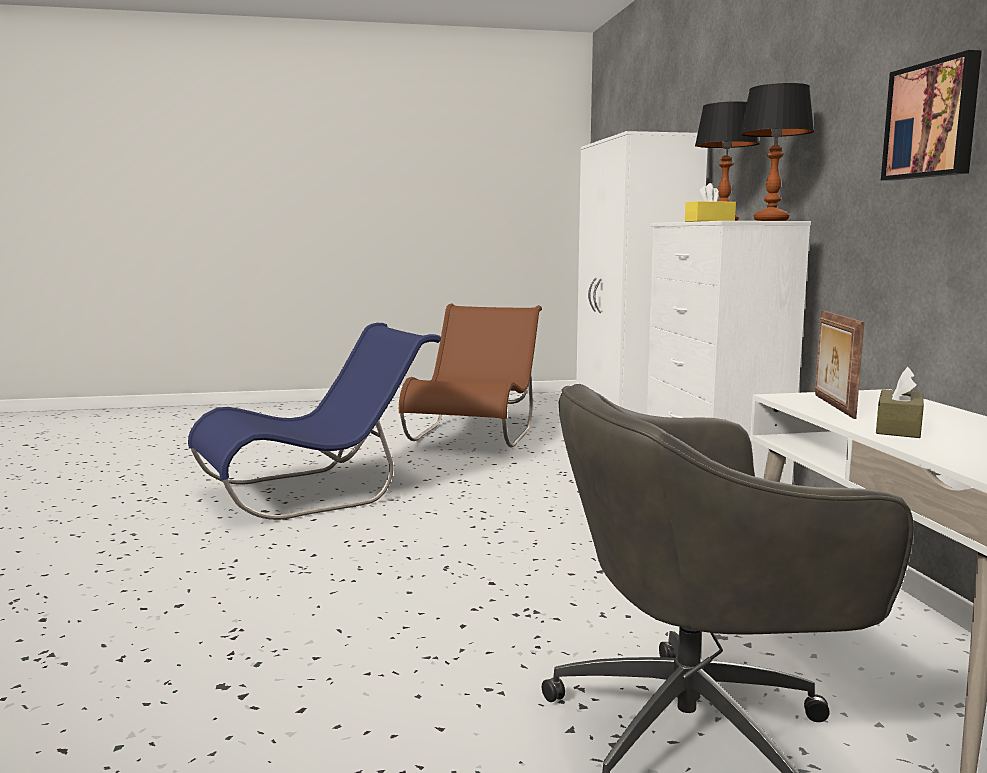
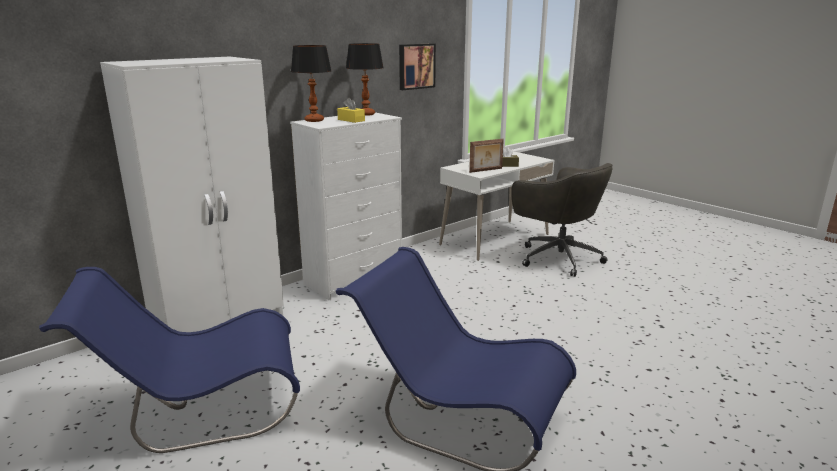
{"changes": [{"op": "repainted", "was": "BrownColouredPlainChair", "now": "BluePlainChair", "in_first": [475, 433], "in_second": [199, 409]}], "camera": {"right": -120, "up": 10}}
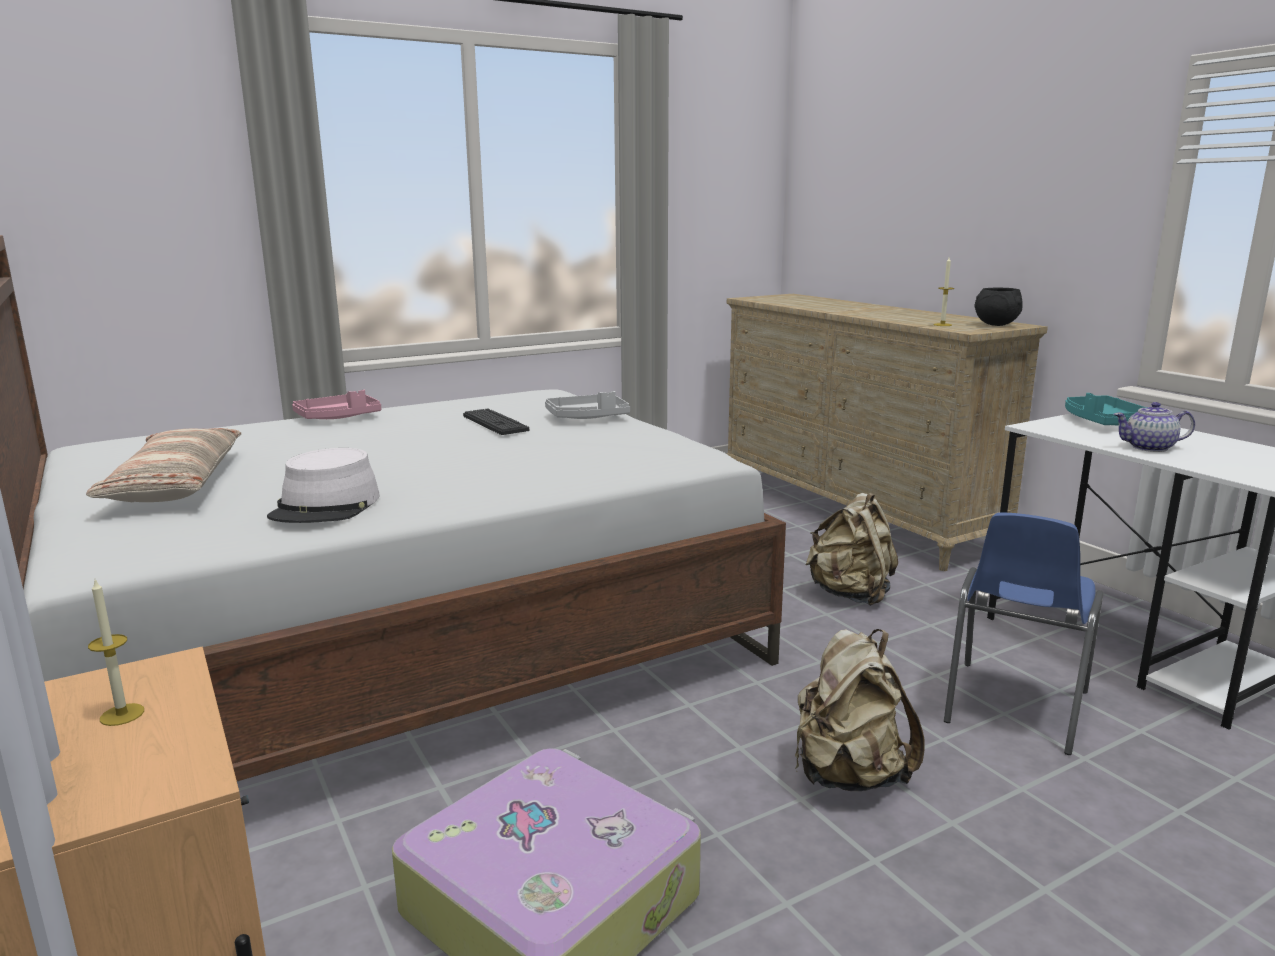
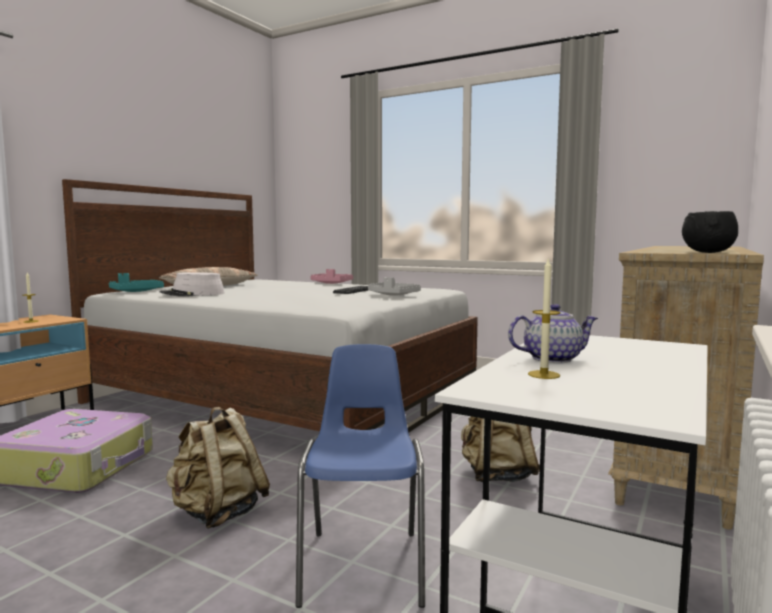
{"changes": [{"op": "shifted", "was": "TurquoiseTray", "in_first": [1104, 422], "in_second": [136, 291]}, {"op": "rotated", "was": "BluePlainChair", "in_first": [1013, 708], "in_second": [364, 565], "clockwise": 90}, {"op": "rotated", "was": "TeaPot", "in_first": [1149, 448], "in_second": [552, 359], "clockwise": 105}, {"op": "shifted", "was": "WaxCandle", "in_first": [942, 325], "in_second": [544, 375]}], "camera": {"right": 60, "up": -10}}
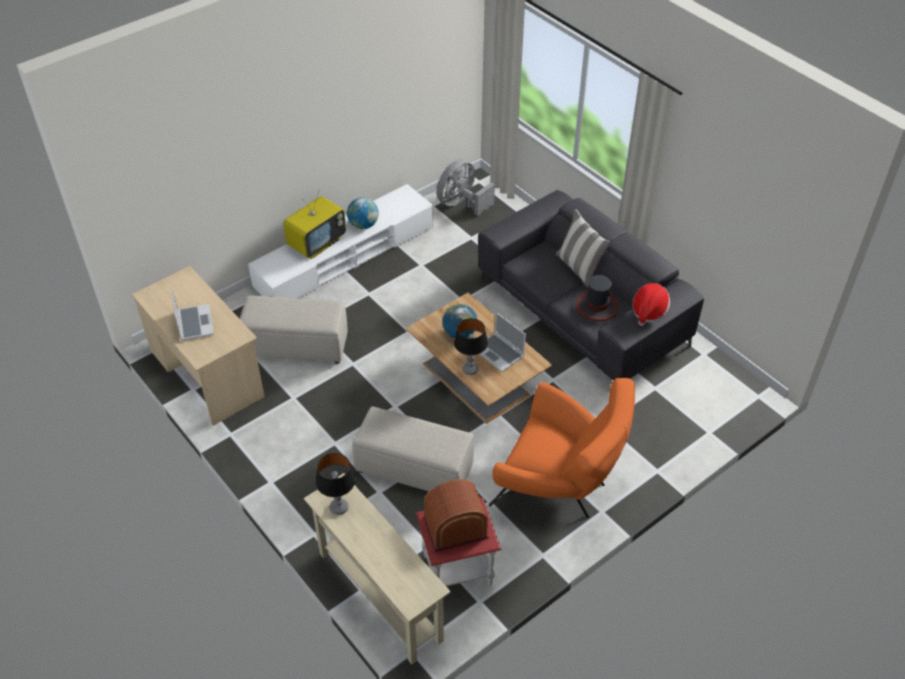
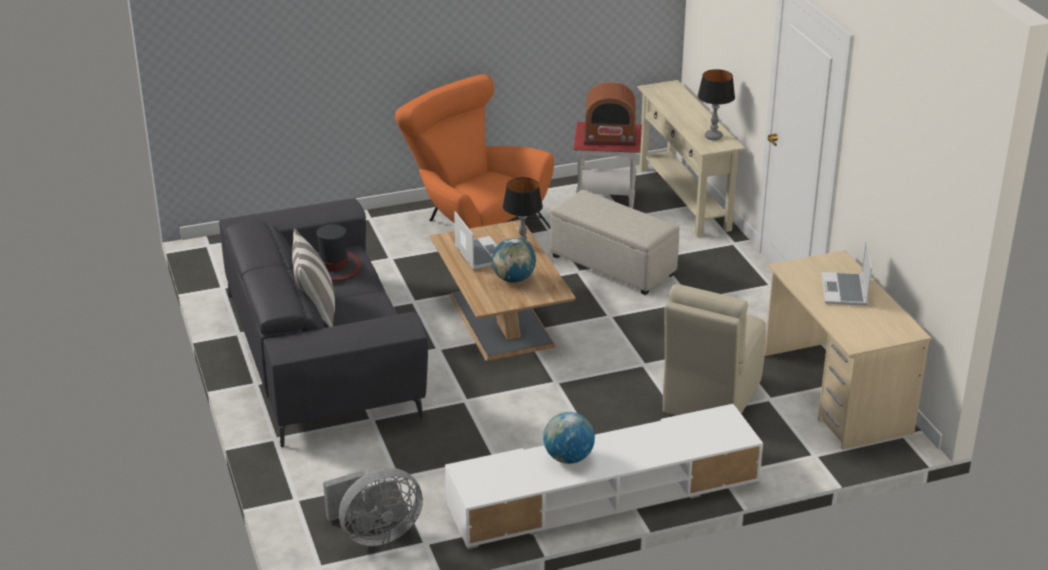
{"changes": [{"op": "swapped", "was": "BeigeColouredFootrest", "now": "BeigeColouredPlainChair", "in_first": [297, 345], "in_second": [710, 398]}, {"op": "gone", "was": "TvSet", "in_first": [317, 243]}, {"op": "gone", "was": "ClothingHat", "in_first": [648, 311]}], "camera": {"right": -160, "up": -15}}
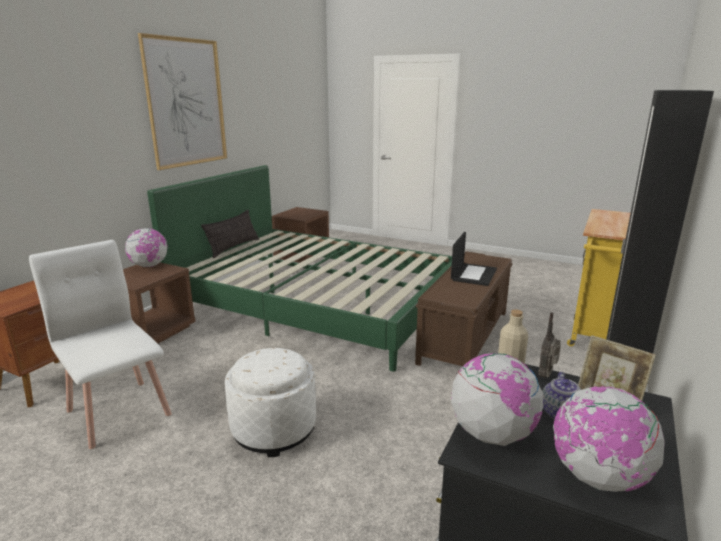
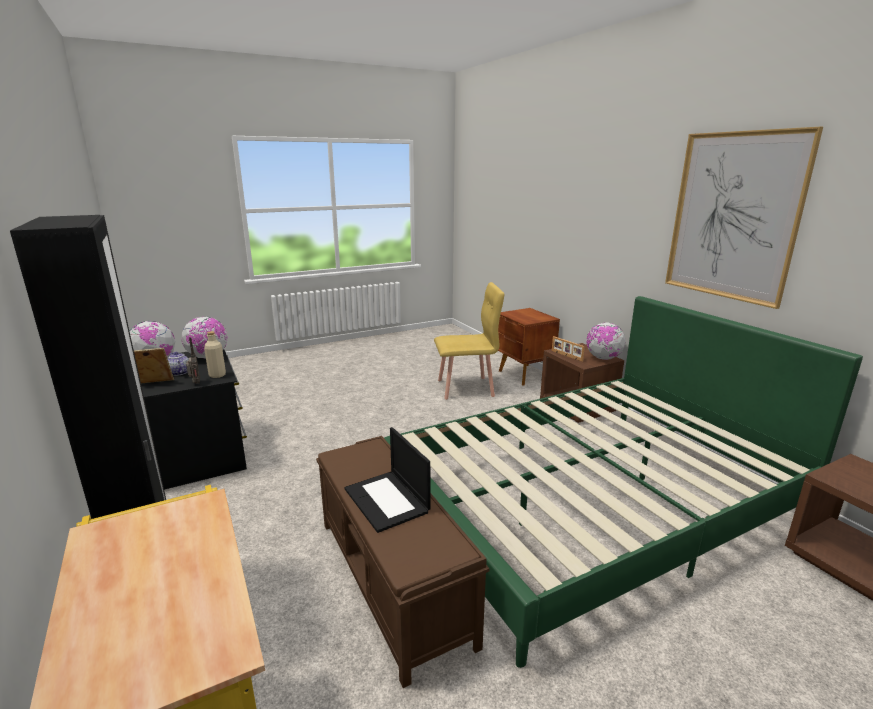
{"changes": [{"op": "repainted", "was": "WhitePlainChair", "now": "YellowishPlainChair", "in_first": [119, 411], "in_second": [466, 388]}, {"op": "new", "now": "PictureFrame", "in_second": [566, 356]}, {"op": "gone", "was": "ThrowPillow", "in_first": [233, 247]}, {"op": "gone", "was": "WhiteFootrest", "in_first": [273, 429]}], "camera": {"right": 125, "up": 0}}
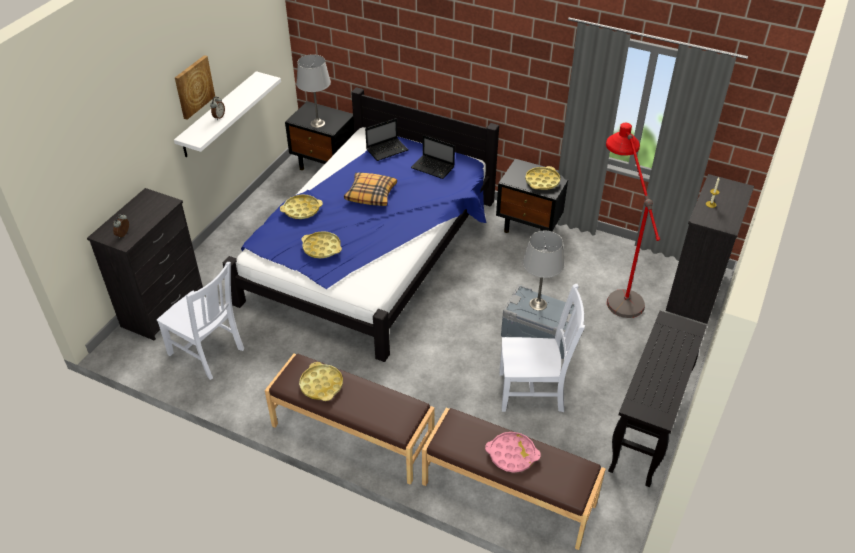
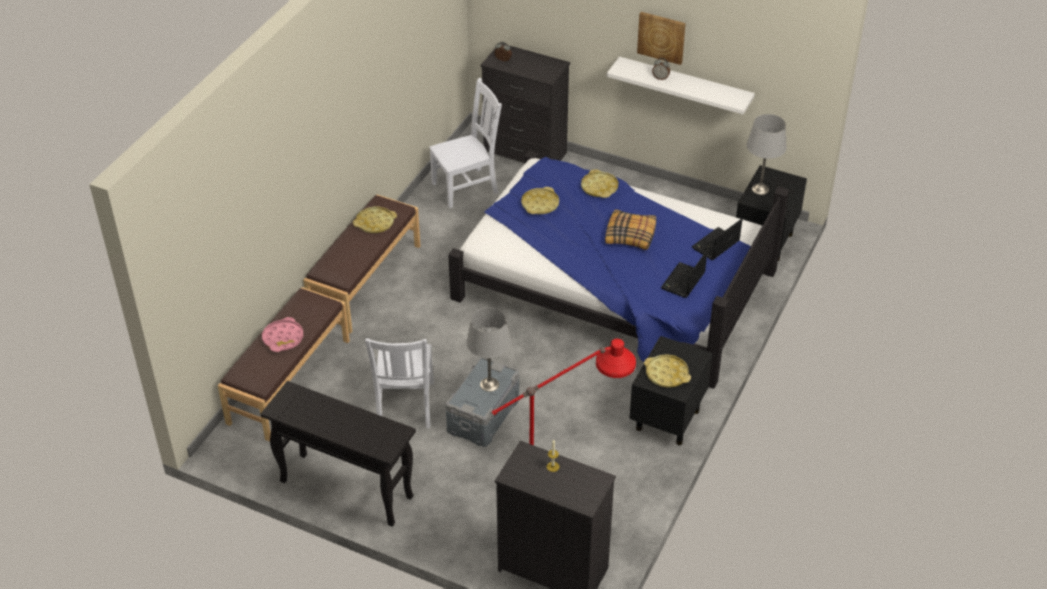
{"changes": [{"op": "rotated", "was": "WhitePlainChair", "in_first": [208, 353], "in_second": [467, 187], "clockwise": -150}, {"op": "rotated", "was": "NotebookComputer", "in_first": [388, 150], "in_second": [715, 245], "clockwise": 75}], "camera": {"right": 90, "up": 0}}
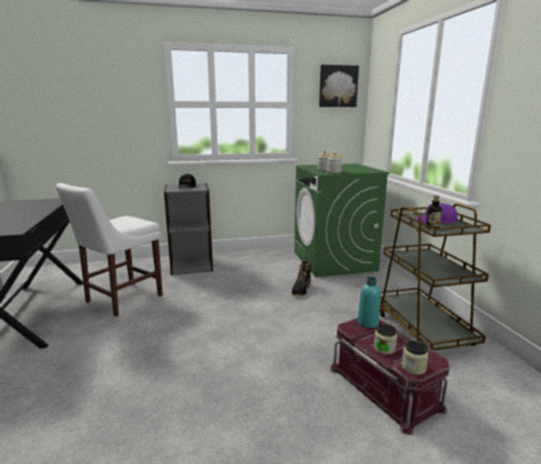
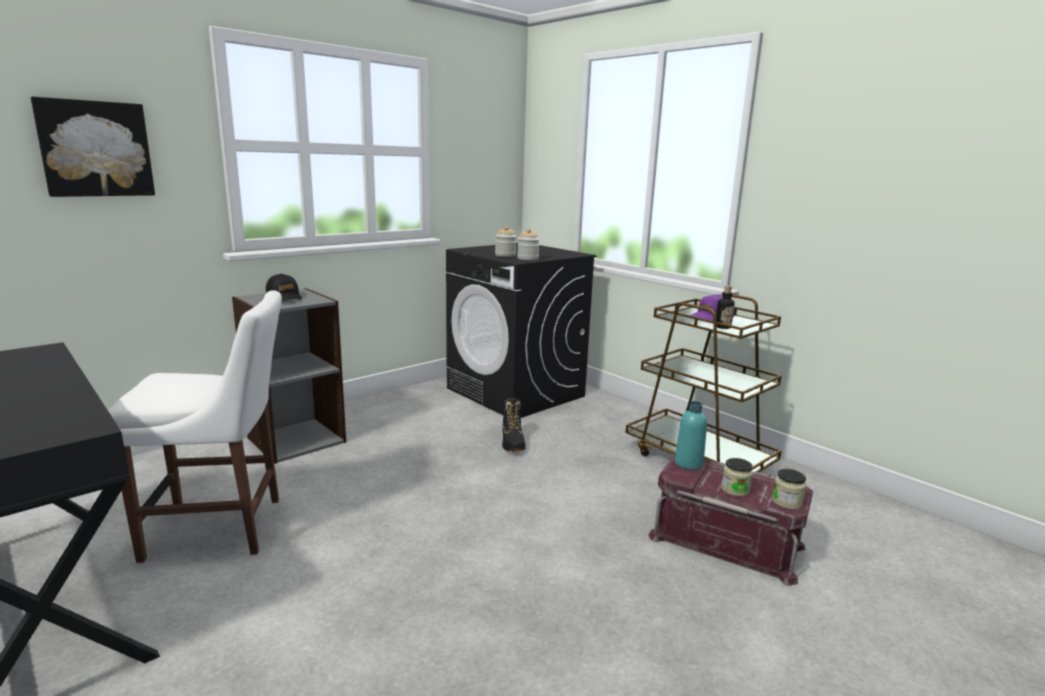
{"changes": [{"op": "shifted", "was": "WallPicture", "in_first": [338, 86], "in_second": [95, 149]}, {"op": "rotated", "was": "WhitePlainChair", "in_first": [121, 299], "in_second": [221, 528], "clockwise": -105}, {"op": "repainted", "was": "GreenishWashingMachine", "now": "BlackColouredWashingMachine", "in_first": [334, 261], "in_second": [516, 392]}], "camera": {"right": -30, "up": 0}}
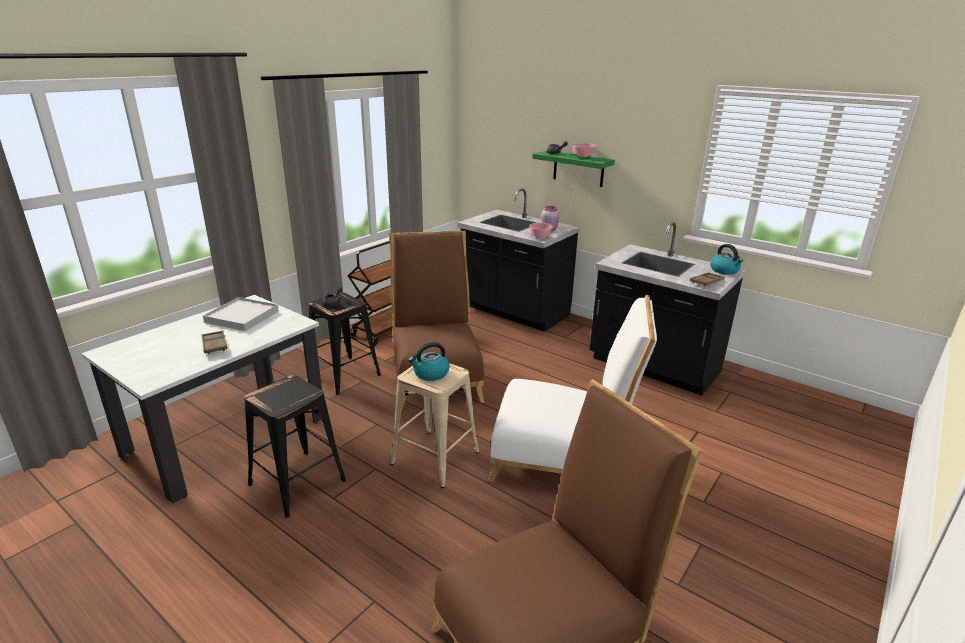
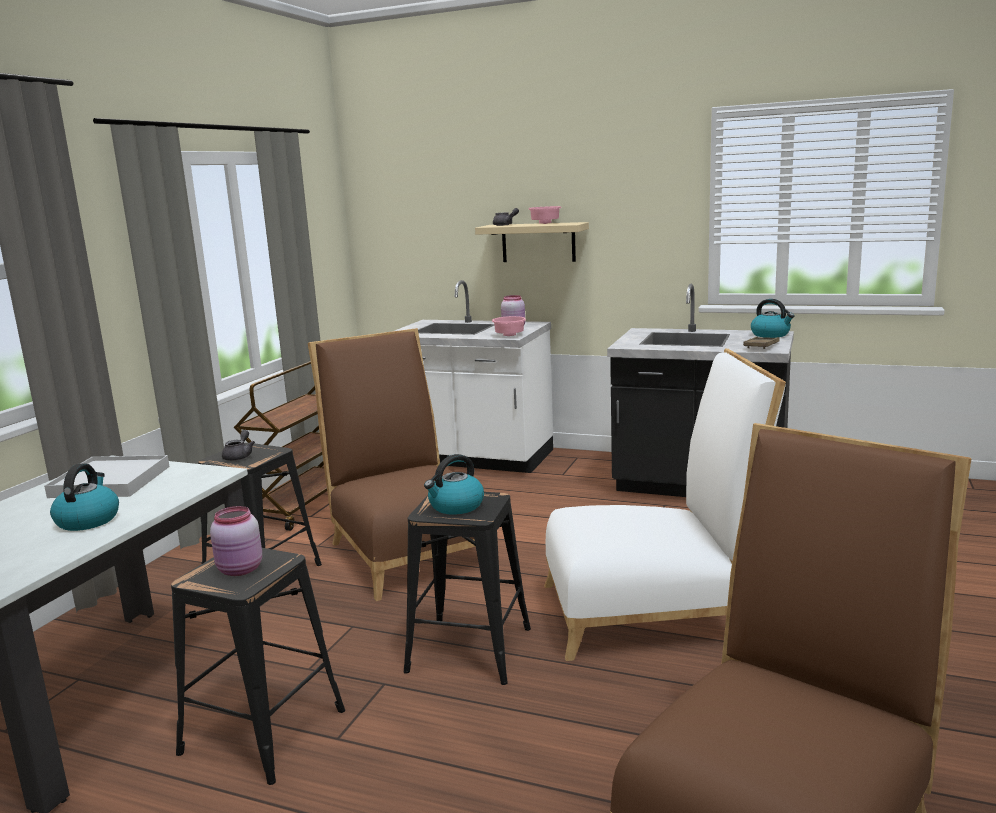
{"changes": [{"op": "swapped", "was": "BrownColouredTray", "now": "WaterKettle", "in_first": [214, 345], "in_second": [88, 520]}, {"op": "new", "now": "PinkColouredJar", "in_second": [240, 570]}, {"op": "repainted", "was": "BlackColouredKitchenCounter", "now": "WhiteKitchenCounter", "in_first": [514, 312], "in_second": [474, 458]}, {"op": "repainted", "was": "BeigeColouredSittingStool", "now": "BlackColouredSittingStool", "in_first": [434, 458], "in_second": [469, 650]}, {"op": "repainted", "was": "GreenishShelf", "now": "BeigeColouredShelf", "in_first": [578, 168], "in_second": [538, 242]}], "camera": {"right": -15, "up": -10}}
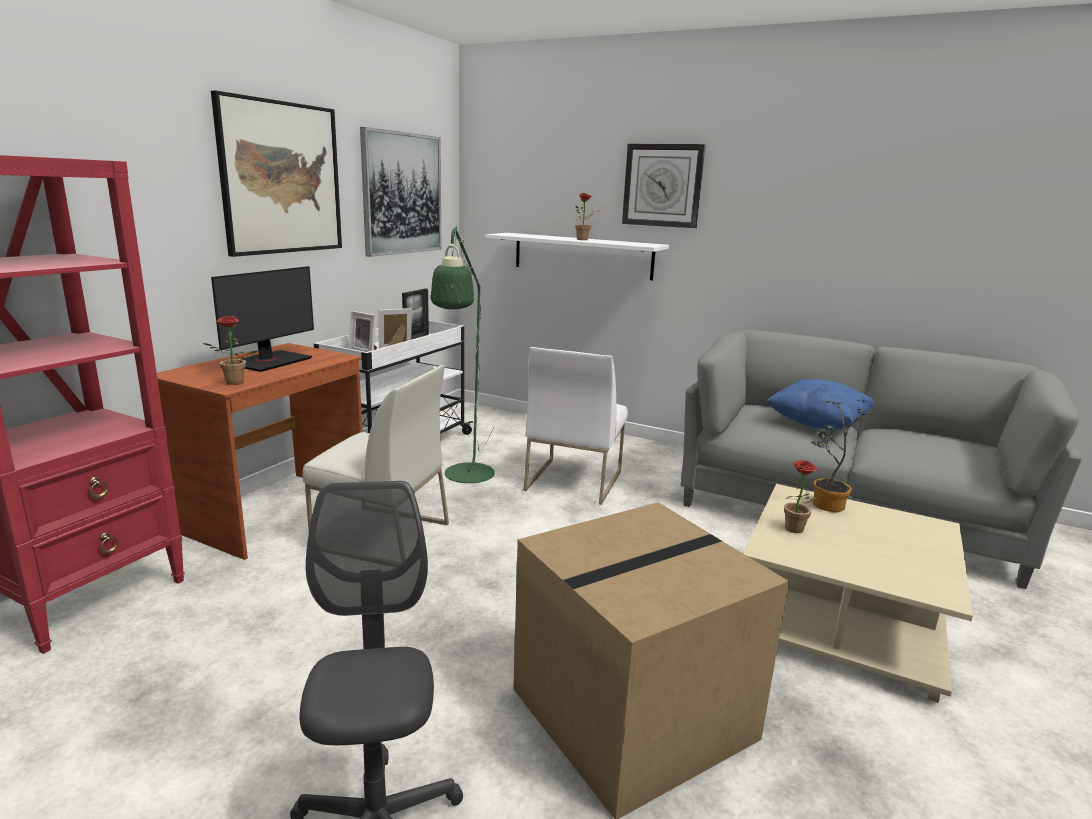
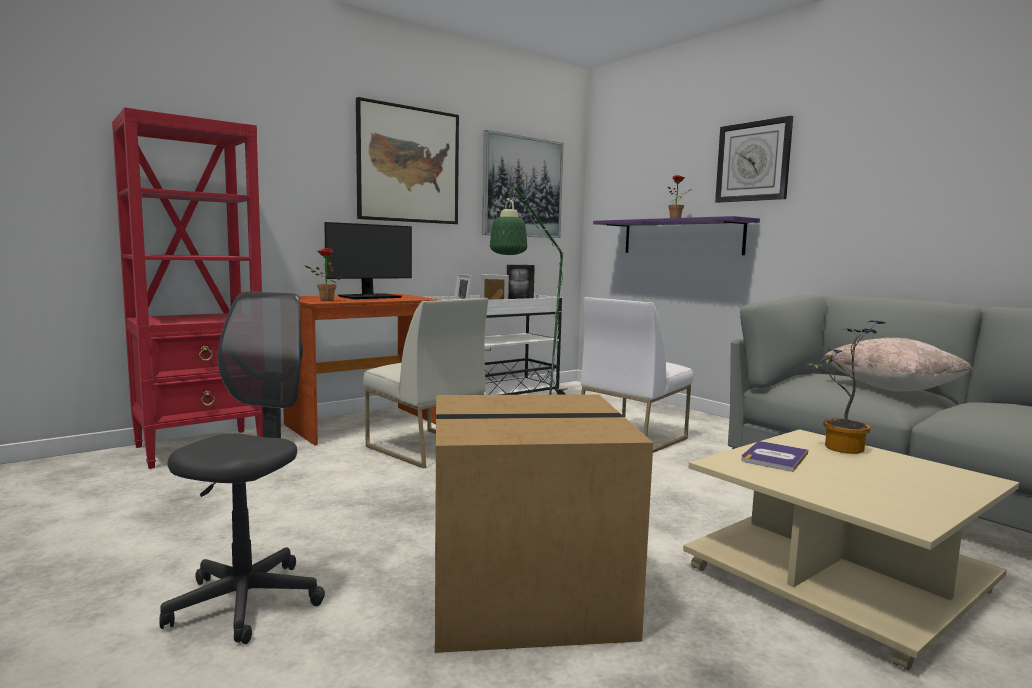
{"changes": [{"op": "repainted", "was": "WhiteShelf", "now": "PurpleColouredShelf", "in_first": [582, 255], "in_second": [681, 237]}, {"op": "swapped", "was": "Houseplant", "now": "Book", "in_first": [795, 531], "in_second": [774, 457]}, {"op": "repainted", "was": "BlueThrowPillow", "now": "BeigeColouredThrowPillow", "in_first": [817, 424], "in_second": [892, 389]}], "camera": {"right": 25, "up": -10}}
